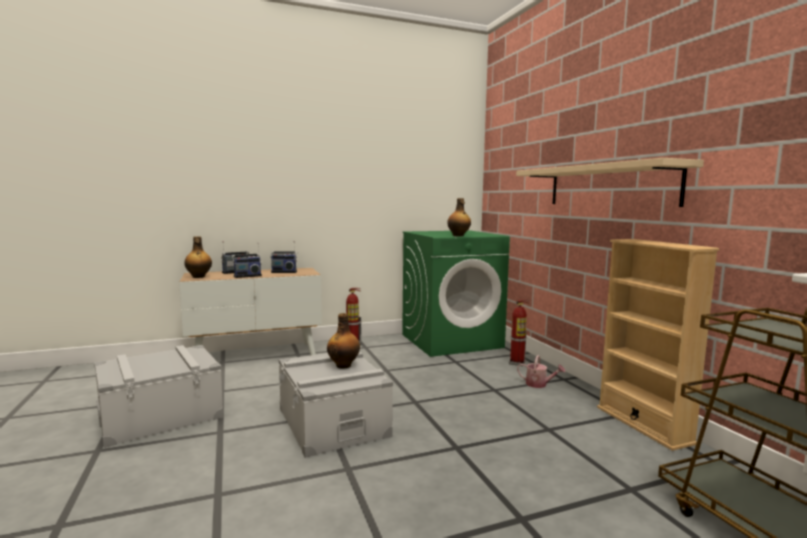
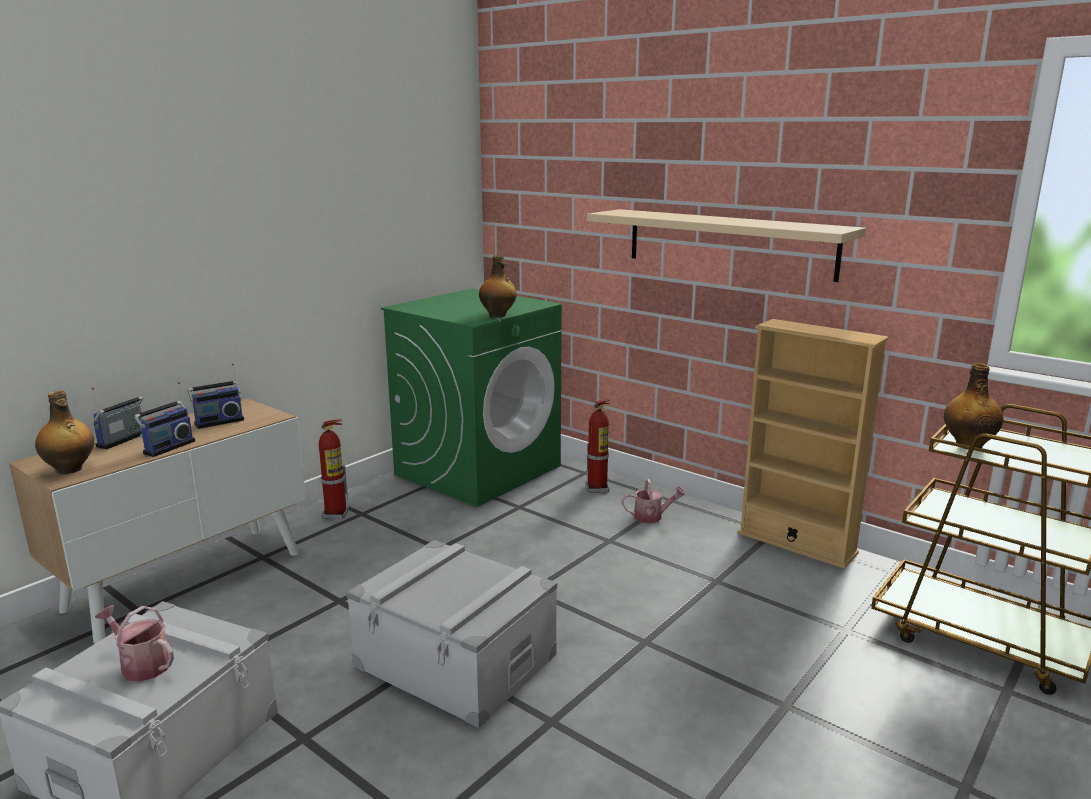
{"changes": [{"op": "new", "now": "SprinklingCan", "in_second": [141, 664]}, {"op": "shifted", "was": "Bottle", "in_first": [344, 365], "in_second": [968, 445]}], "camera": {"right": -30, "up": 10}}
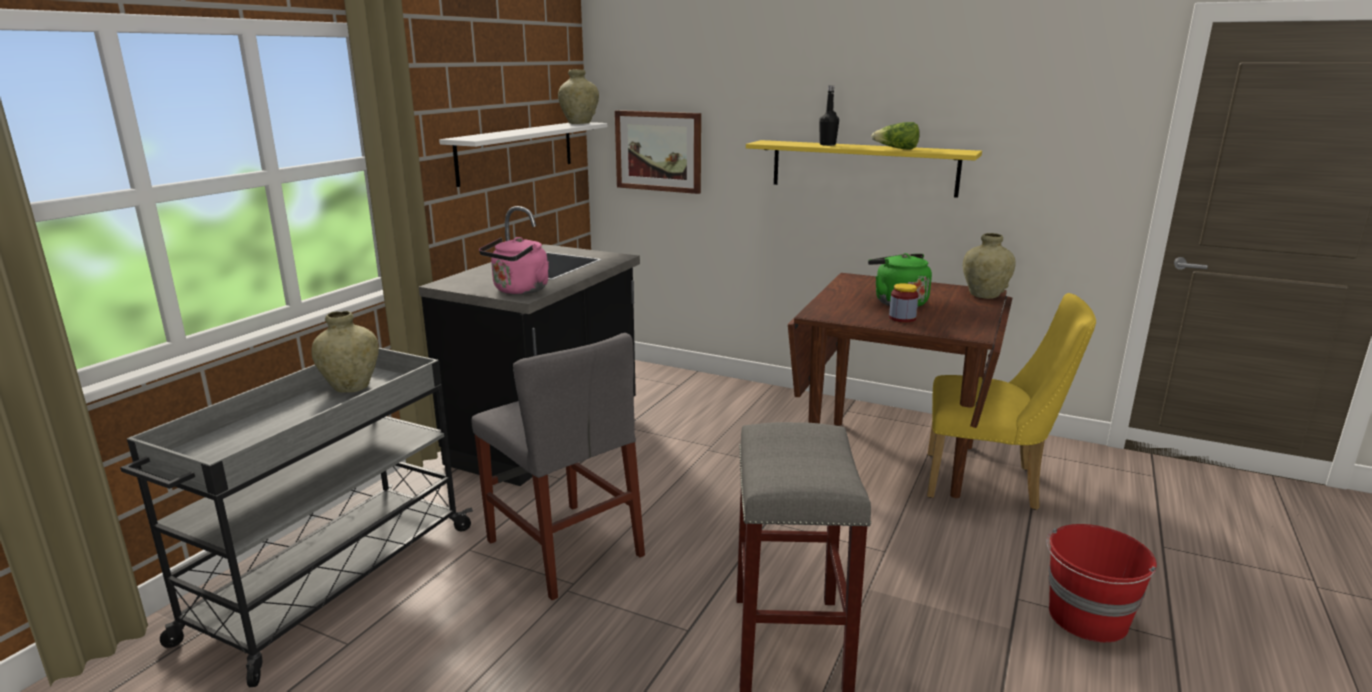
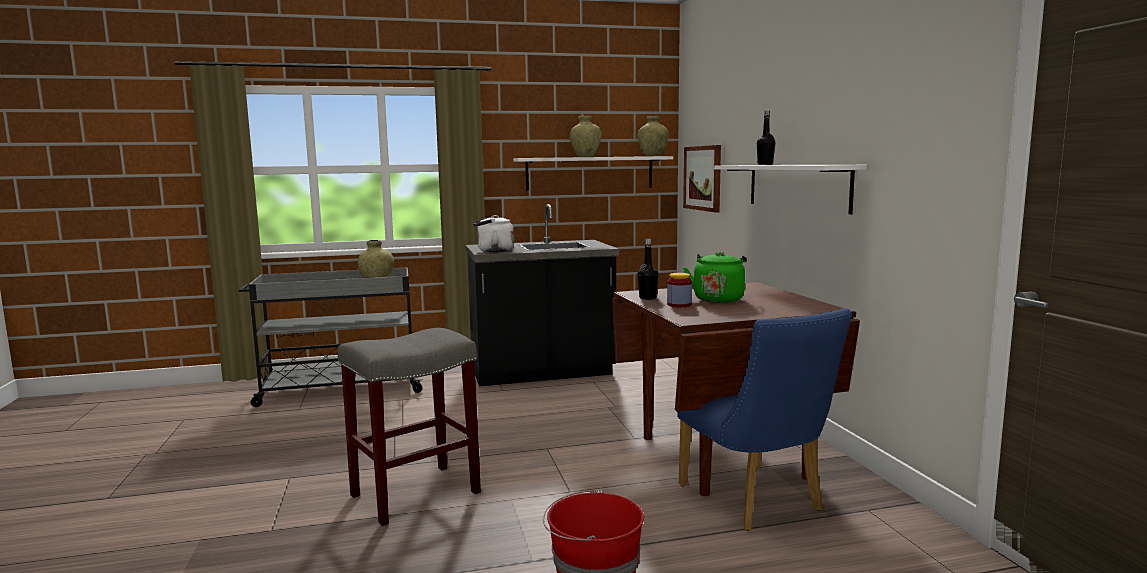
{"changes": [{"op": "repainted", "was": "PinkColouredWaterKettle", "now": "WhiteWaterKettle", "in_first": [519, 290], "in_second": [493, 251]}, {"op": "shifted", "was": "BeigeColouredDecorativeVase", "in_first": [984, 295], "in_second": [585, 157]}, {"op": "new", "now": "BlackColouredBottle", "in_second": [647, 298]}, {"op": "repainted", "was": "YellowishPlainChair", "now": "BluePlainChair", "in_first": [990, 483], "in_second": [756, 502]}, {"op": "repainted", "was": "YellowishShelf", "now": "WhiteShelf", "in_first": [863, 168], "in_second": [796, 186]}, {"op": "gone", "was": "GrayPlainChair", "in_first": [564, 548]}, {"op": "gone", "was": "HeadOfLettuce", "in_first": [896, 149]}], "camera": {"right": 50, "up": -10}}
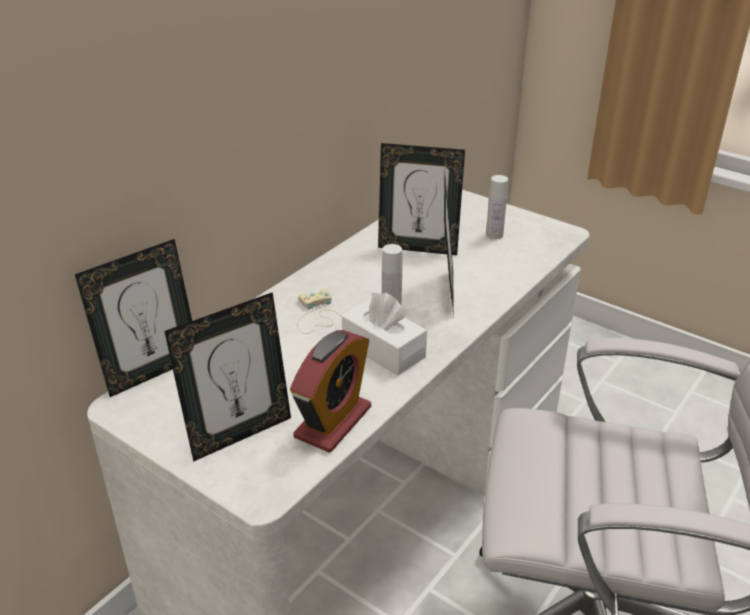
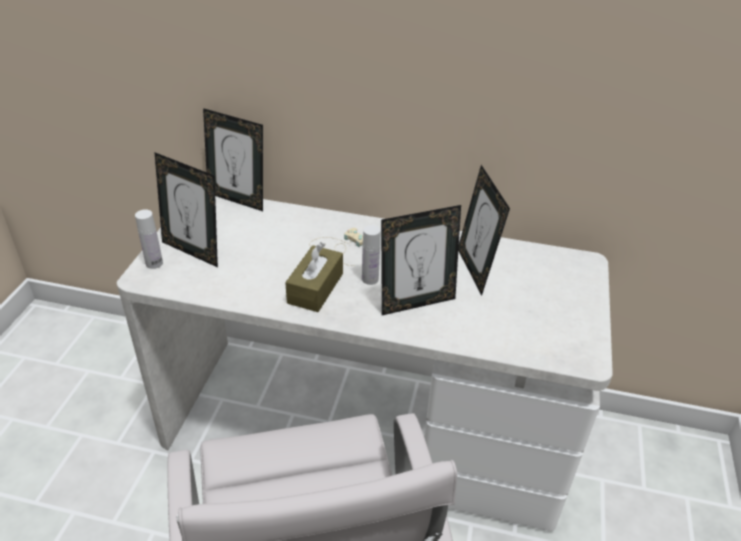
{"changes": [{"op": "shifted", "was": "WhiteBottle", "in_first": [494, 235], "in_second": [154, 263]}, {"op": "repainted", "was": "WhiteBoxOfTissues", "now": "BrownColouredBoxOfTissues", "in_first": [383, 350], "in_second": [315, 288]}, {"op": "gone", "was": "BedsideClock", "in_first": [333, 422]}], "camera": {"right": 65, "up": 5}}
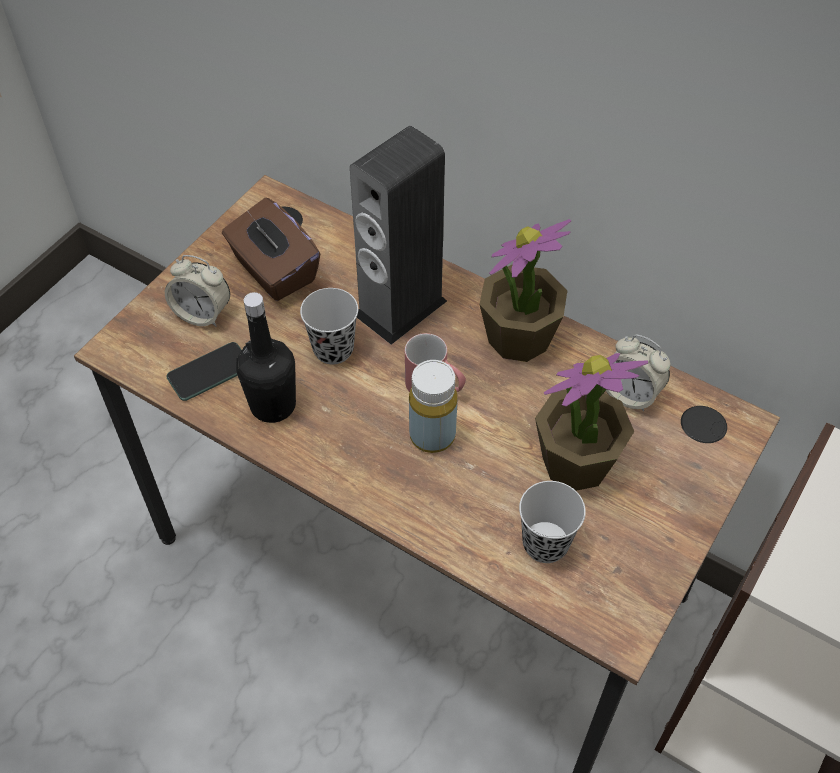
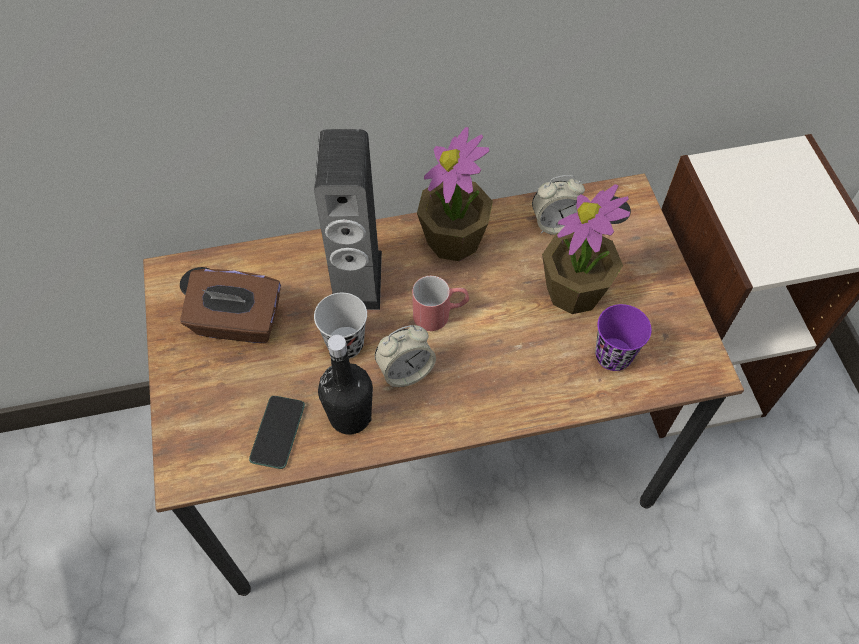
{"changes": [{"op": "shifted", "was": "BedsideClock", "in_first": [202, 314], "in_second": [405, 371]}, {"op": "repainted", "was": "BlackColouredCup", "now": "PurpleColouredCup", "in_first": [545, 544], "in_second": [613, 355]}, {"op": "gone", "was": "YellowishBottle", "in_first": [432, 435]}], "camera": {"right": -45, "up": 5}}
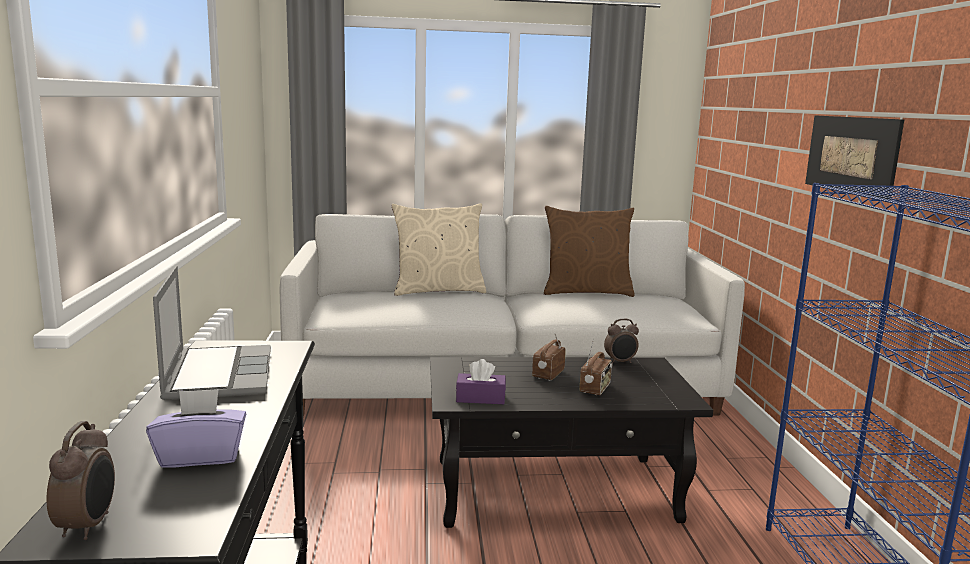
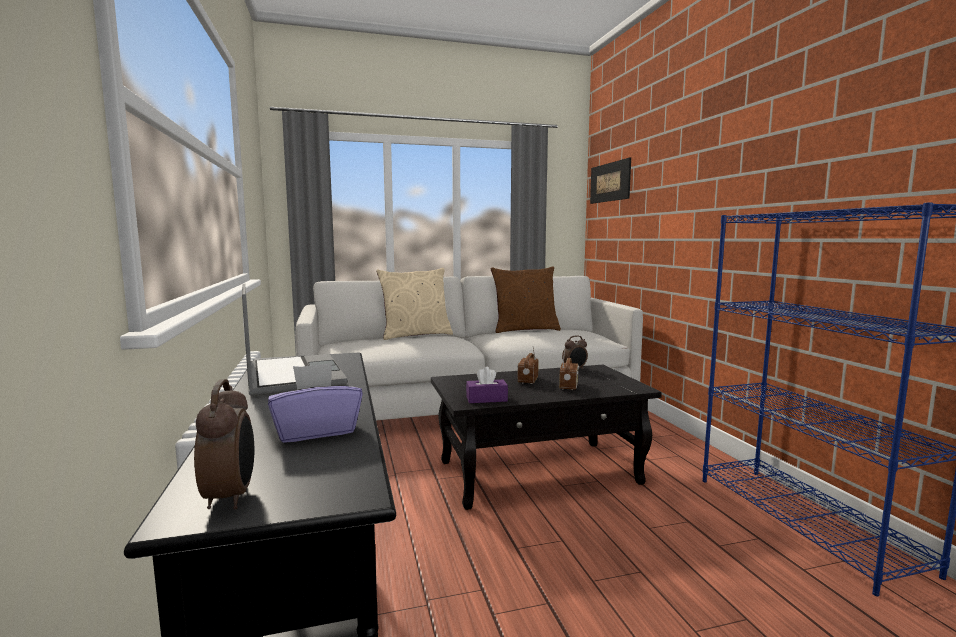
{"changes": [{"op": "shifted", "was": "WallPicture", "in_first": [851, 155], "in_second": [610, 182]}], "camera": {"right": -10, "up": -5}}
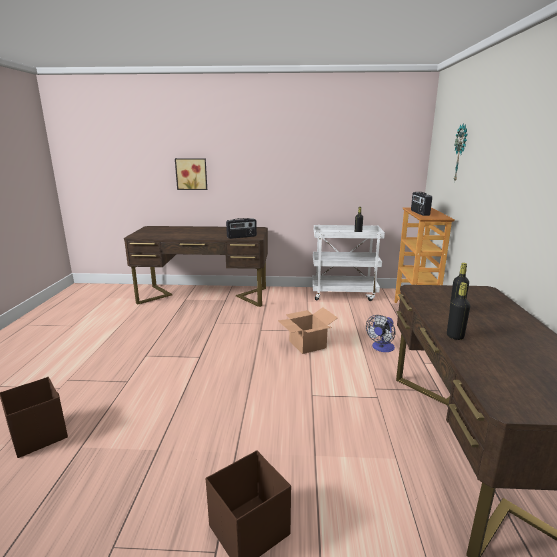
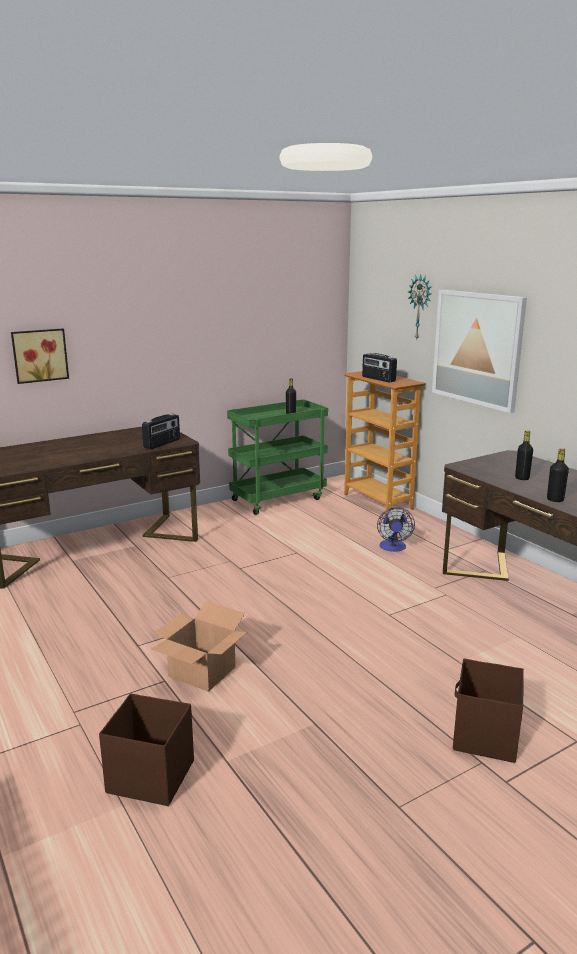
{"changes": [{"op": "shifted", "was": "PackingBox", "in_first": [308, 344], "in_second": [203, 672]}, {"op": "repainted", "was": "WhiteCart", "now": "GreenishCart", "in_first": [344, 294], "in_second": [278, 499]}, {"op": "new", "now": "WallPicture", "in_second": [477, 348]}], "camera": {"right": -35, "up": 0}}
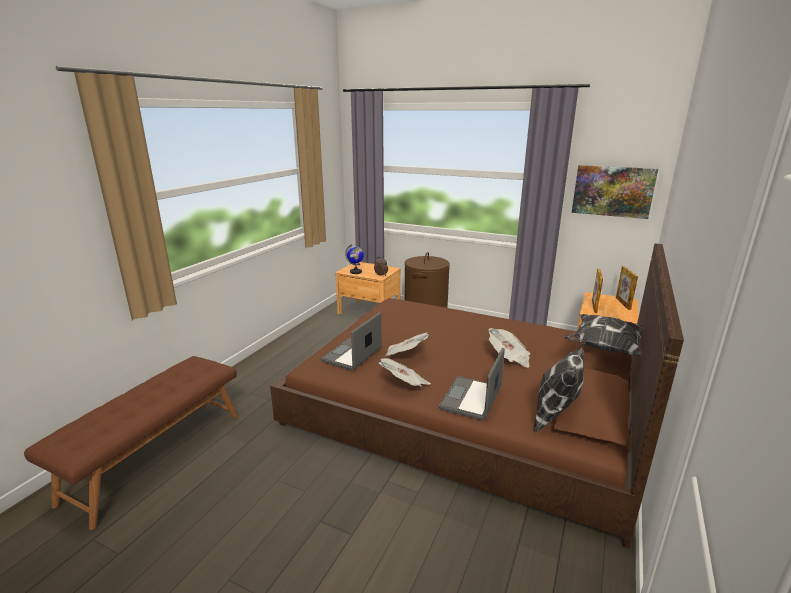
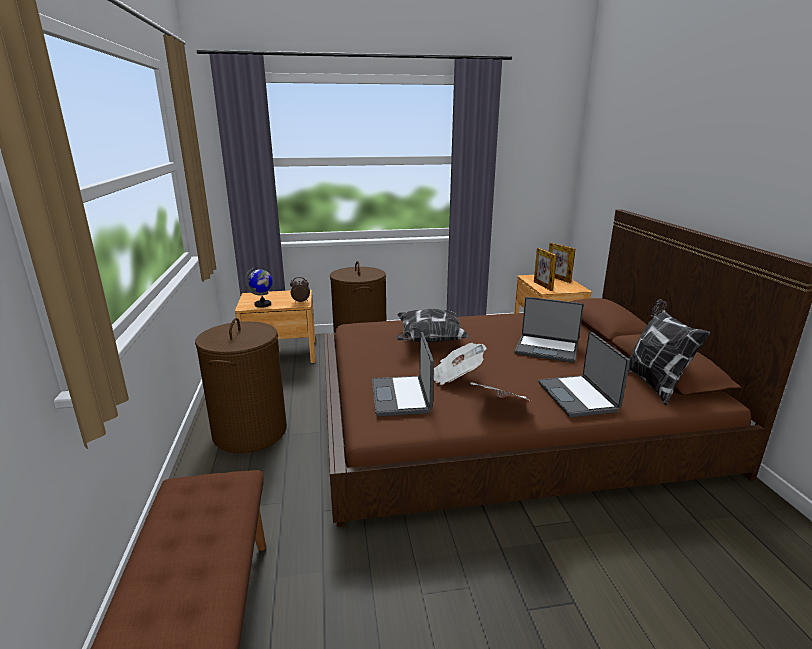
{"changes": [{"op": "new", "now": "BrownColouredHamper", "in_second": [250, 432]}, {"op": "shifted", "was": "ThrowPillow", "in_first": [603, 348], "in_second": [429, 341]}, {"op": "swapped", "was": "Newspaper", "now": "NotebookComputer", "in_first": [509, 358], "in_second": [546, 349]}, {"op": "gone", "was": "WallPicture", "in_first": [612, 191]}], "camera": {"right": -35, "up": 0}}
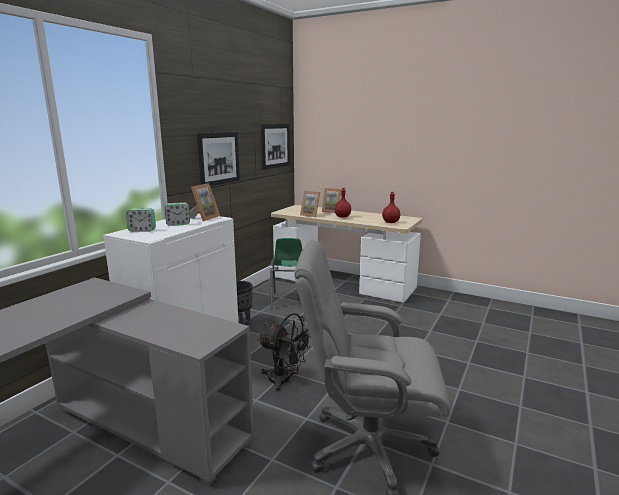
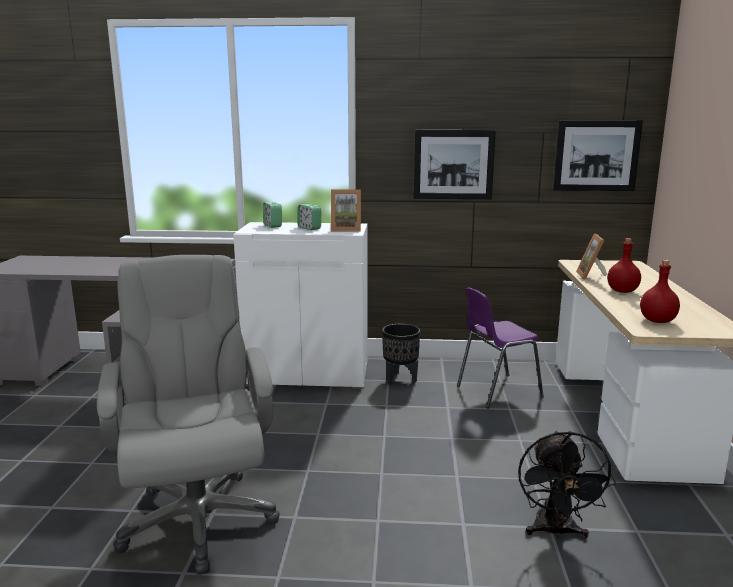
{"changes": [{"op": "repainted", "was": "GreenishPlainChair", "now": "PurpleColouredPlainChair", "in_first": [290, 301], "in_second": [496, 391]}, {"op": "shifted", "was": "BlackColouredFan", "in_first": [285, 380], "in_second": [555, 532]}, {"op": "gone", "was": "PictureFrame", "in_first": [331, 211]}], "camera": {"right": 65, "up": 0}}
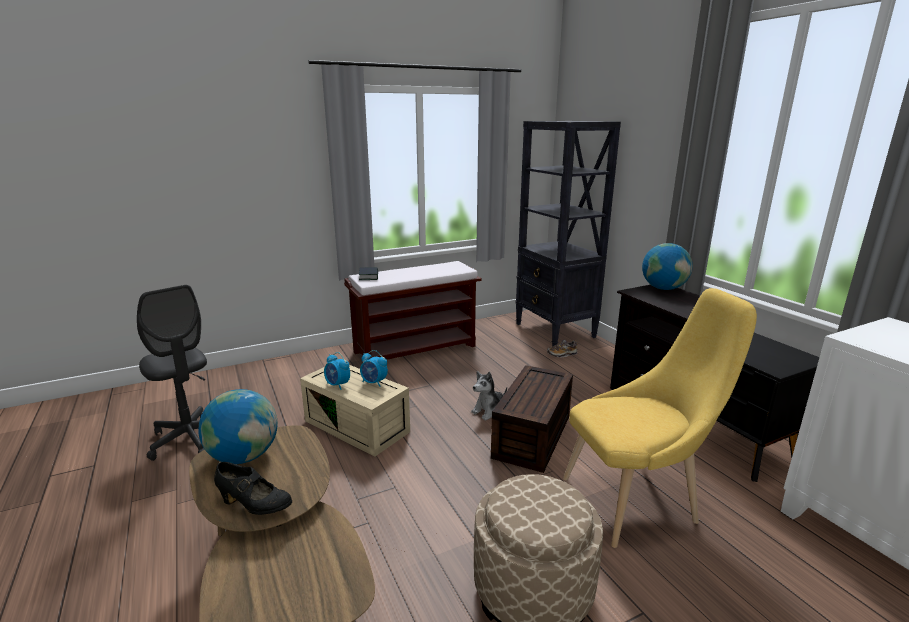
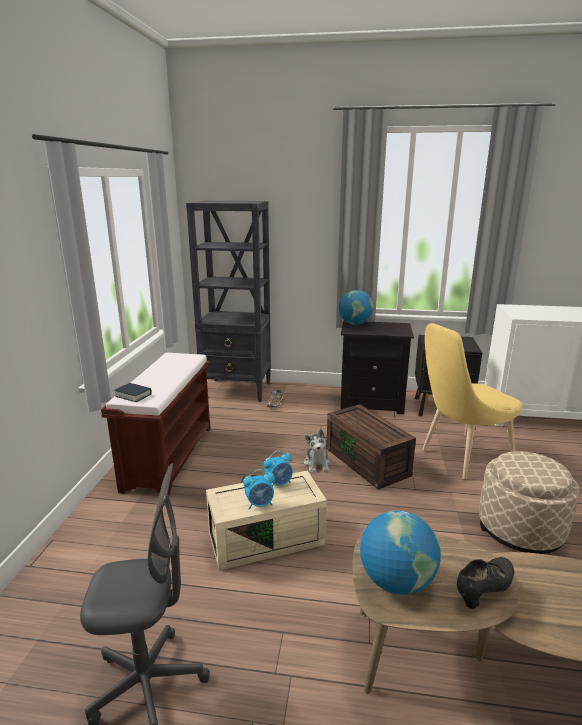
{"changes": [{"op": "rotated", "was": "YellowishPlainChair", "in_first": [636, 500], "in_second": [461, 458], "clockwise": -135}], "camera": {"right": -55, "up": 0}}
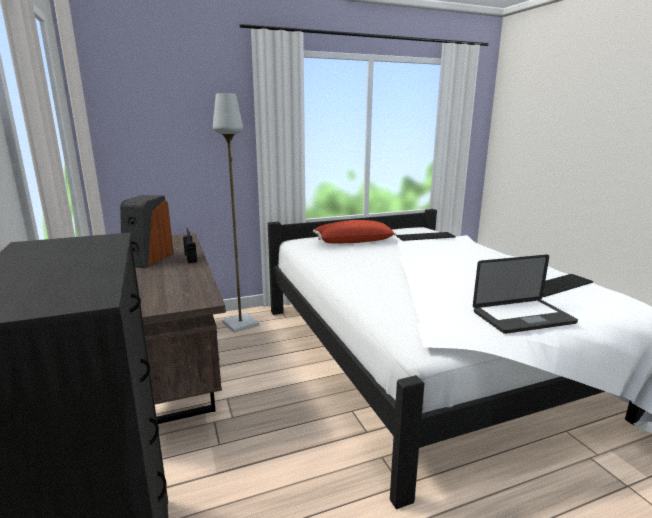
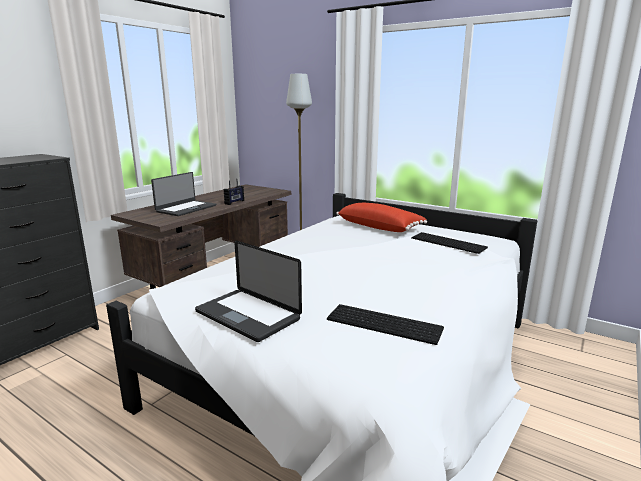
{"changes": [{"op": "new", "now": "NotebookComputer", "in_second": [186, 208]}, {"op": "gone", "was": "Loudspeaker", "in_first": [148, 259]}], "camera": {"right": 55, "up": 0}}
